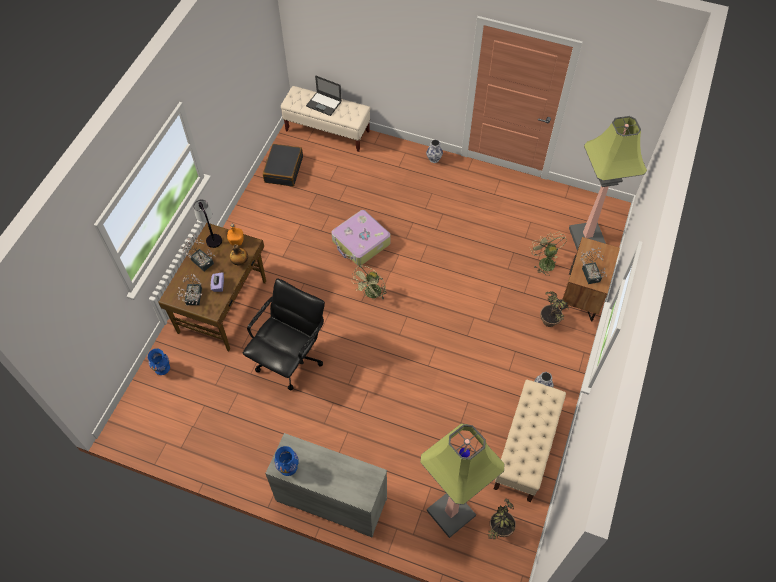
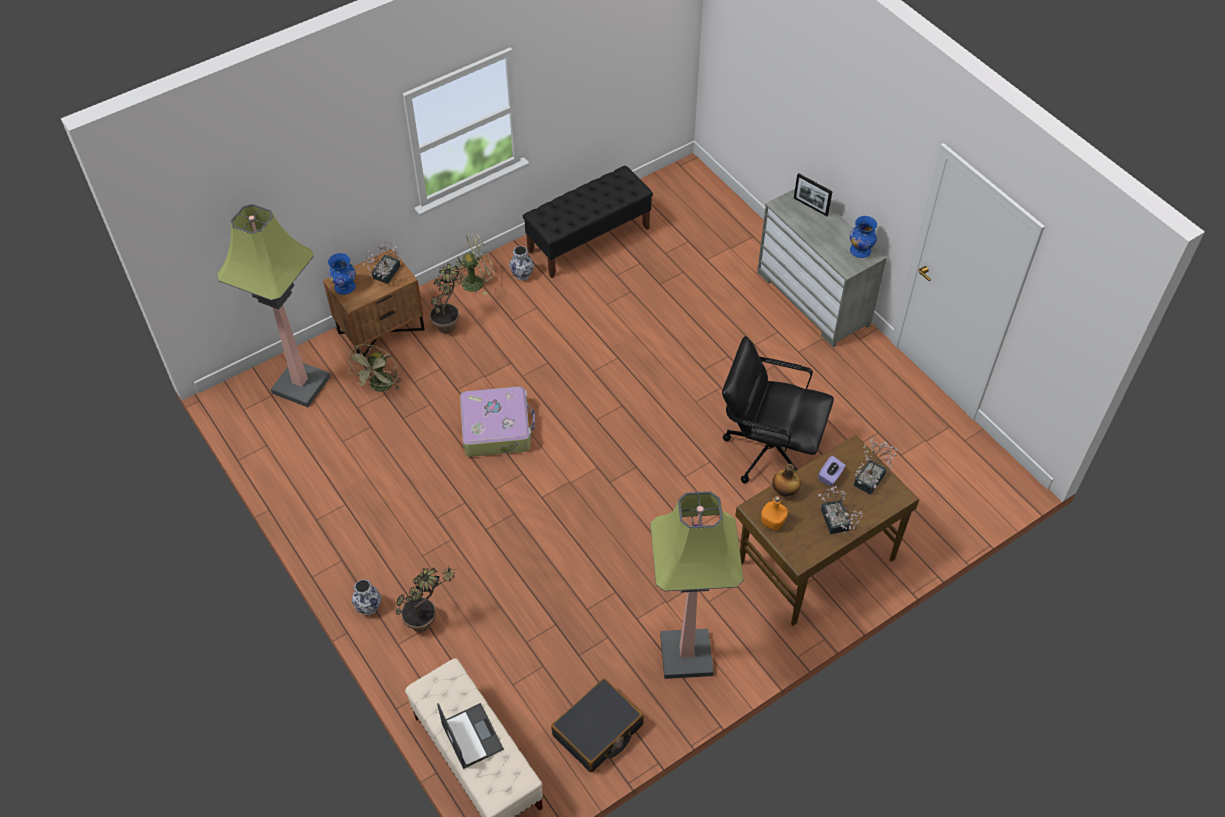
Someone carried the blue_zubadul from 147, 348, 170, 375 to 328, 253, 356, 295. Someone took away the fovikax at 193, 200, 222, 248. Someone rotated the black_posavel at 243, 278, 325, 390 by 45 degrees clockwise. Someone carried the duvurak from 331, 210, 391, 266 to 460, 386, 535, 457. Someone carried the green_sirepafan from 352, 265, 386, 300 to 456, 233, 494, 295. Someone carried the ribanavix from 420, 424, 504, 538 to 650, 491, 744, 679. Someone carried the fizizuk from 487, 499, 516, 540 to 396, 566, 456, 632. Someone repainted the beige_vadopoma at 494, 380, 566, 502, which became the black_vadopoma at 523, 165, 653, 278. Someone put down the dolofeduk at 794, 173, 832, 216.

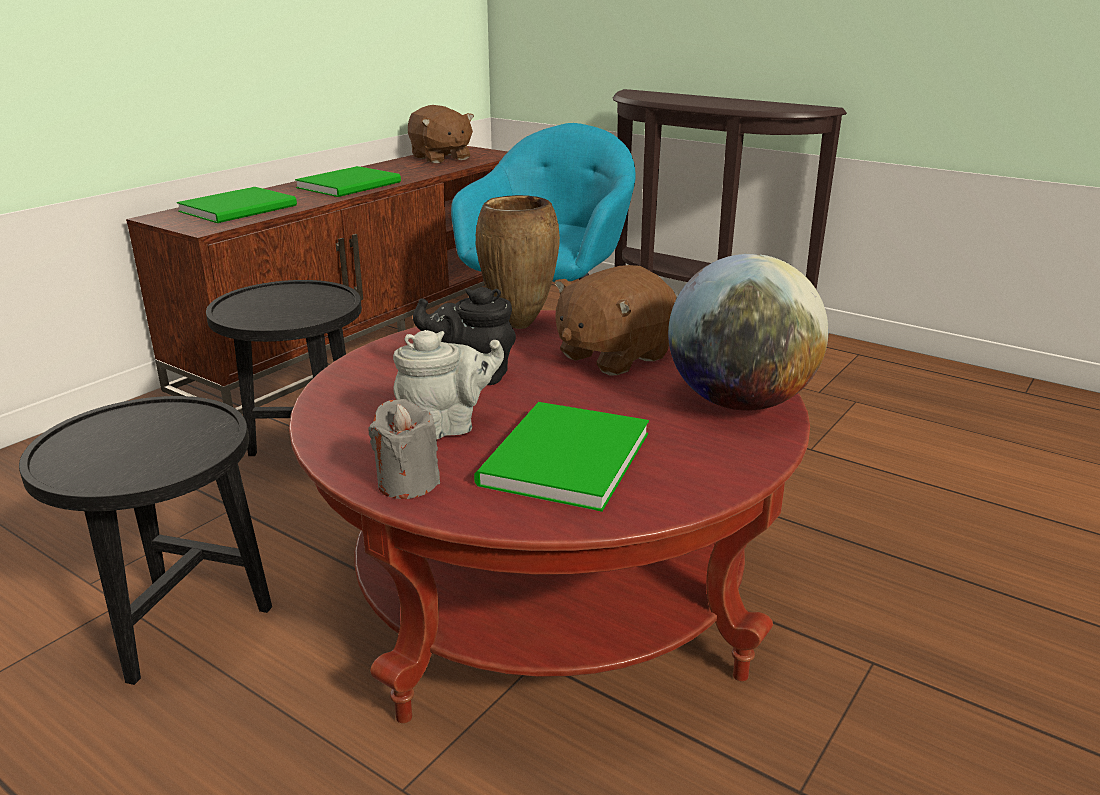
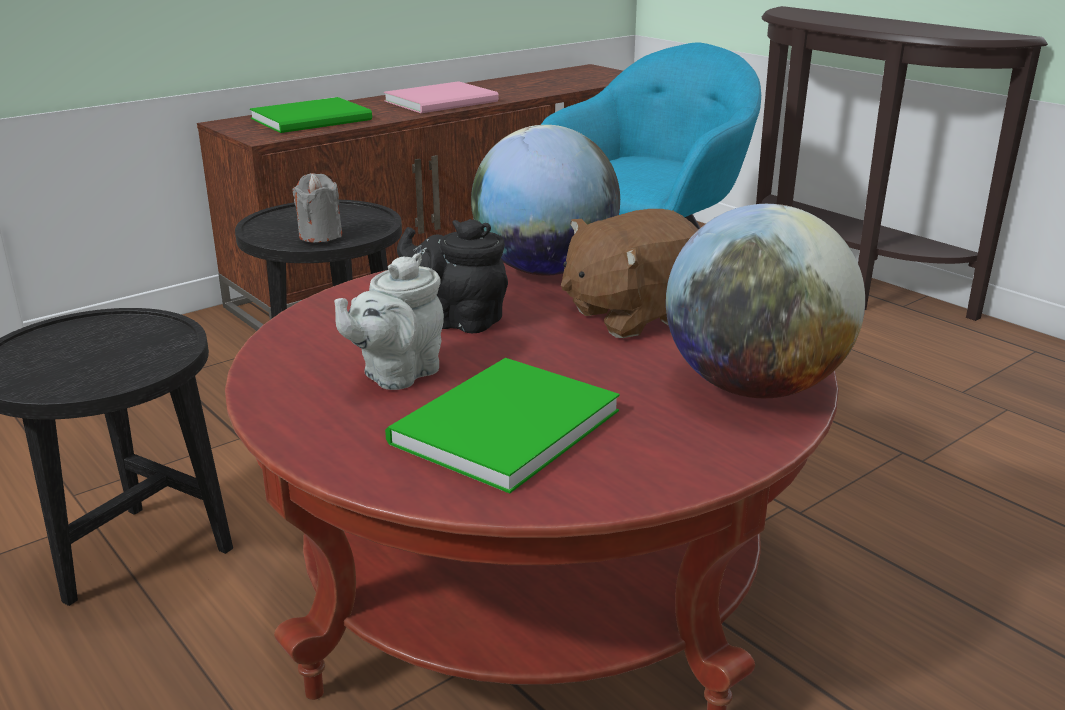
Someone repainted the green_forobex at 295, 166, 401, 197, which became the pink_forobex at 384, 81, 499, 113. Someone carried the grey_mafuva from 369, 399, 440, 499 to 292, 173, 342, 243. Someone rotated the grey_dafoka at 393, 330, 504, 439 by 135 degrees clockwise. Someone took away the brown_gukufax at 408, 105, 474, 163. Someone swapped the brown_zubadul at 476, 195, 560, 329 for the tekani at 471, 125, 620, 276.

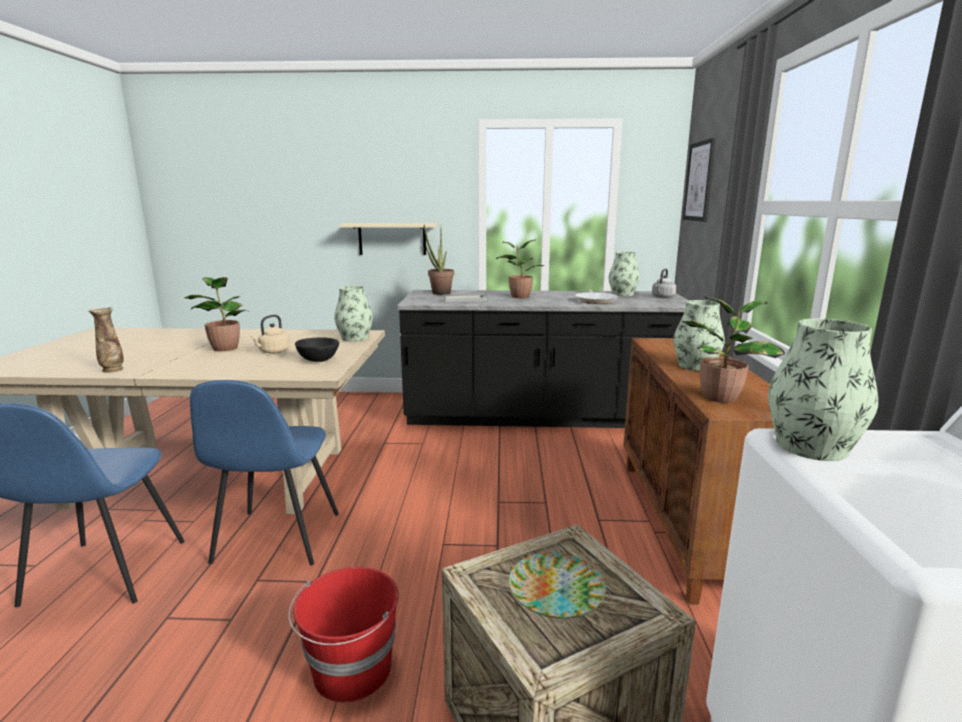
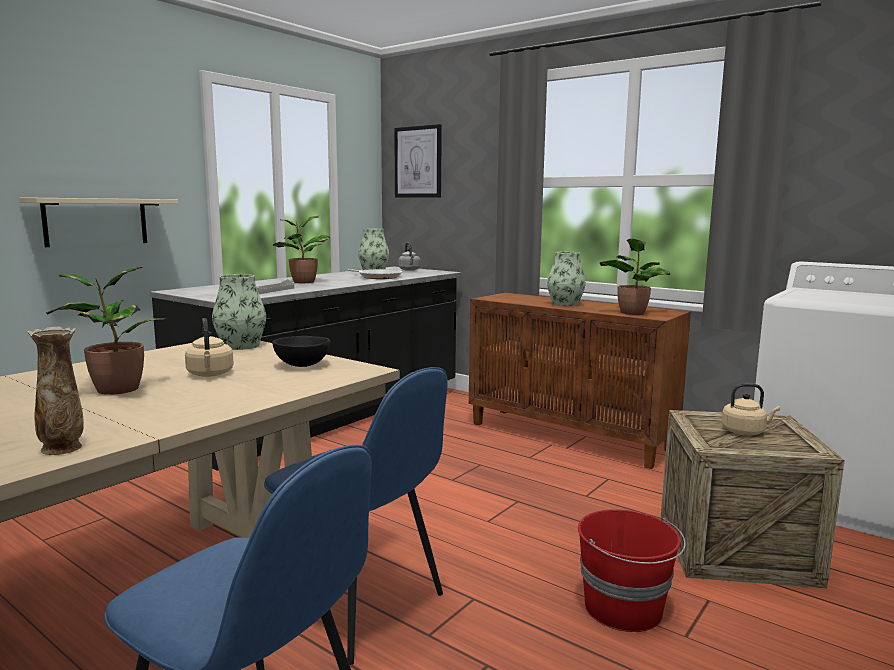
Someone took away the fizizuk at 424, 226, 454, 295. Someone swapped the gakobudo at 509, 552, 606, 619 for the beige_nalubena at 722, 383, 780, 435. Someone took away the zubadul at 768, 319, 878, 461.

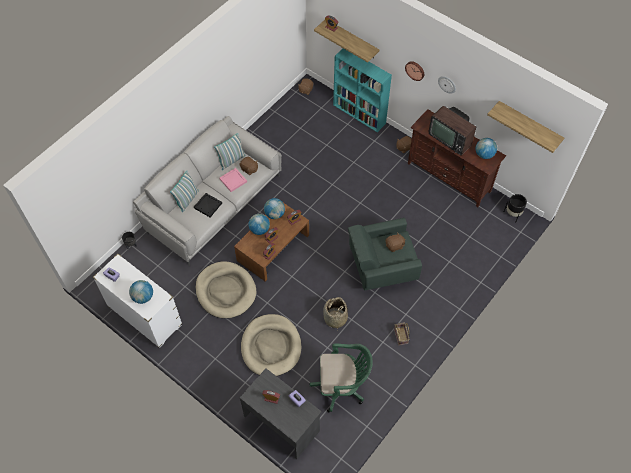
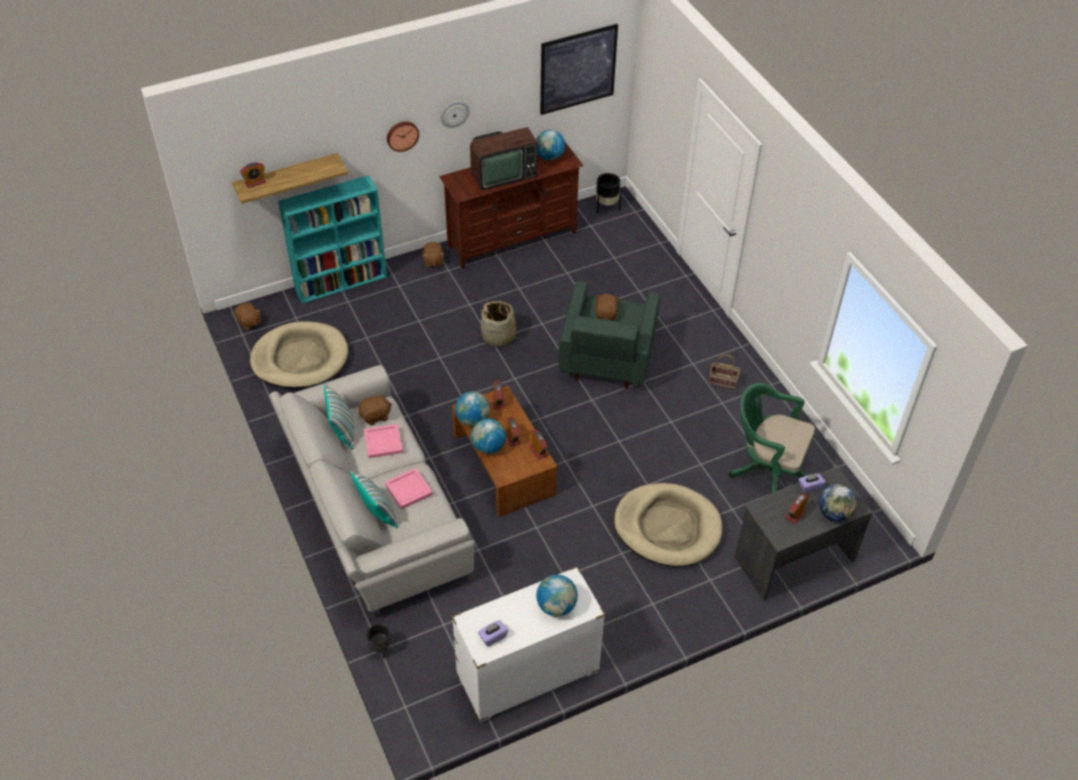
Someone repainted the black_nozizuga at 194, 193, 222, 217, which became the pink_nozizuga at 385, 468, 433, 510. Someone carried the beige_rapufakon from 195, 261, 256, 319 to 250, 321, 348, 389. Someone rotated the green_posavel at 309, 344, 373, 412 by 90 degrees counterclockwise. Someone carried the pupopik from 323, 297, 348, 330 to 479, 301, 521, 347. Someone swapped the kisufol at 487, 101, 564, 153 for the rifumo at 540, 24, 618, 115. Someone put down the tekani at 818, 484, 857, 522.

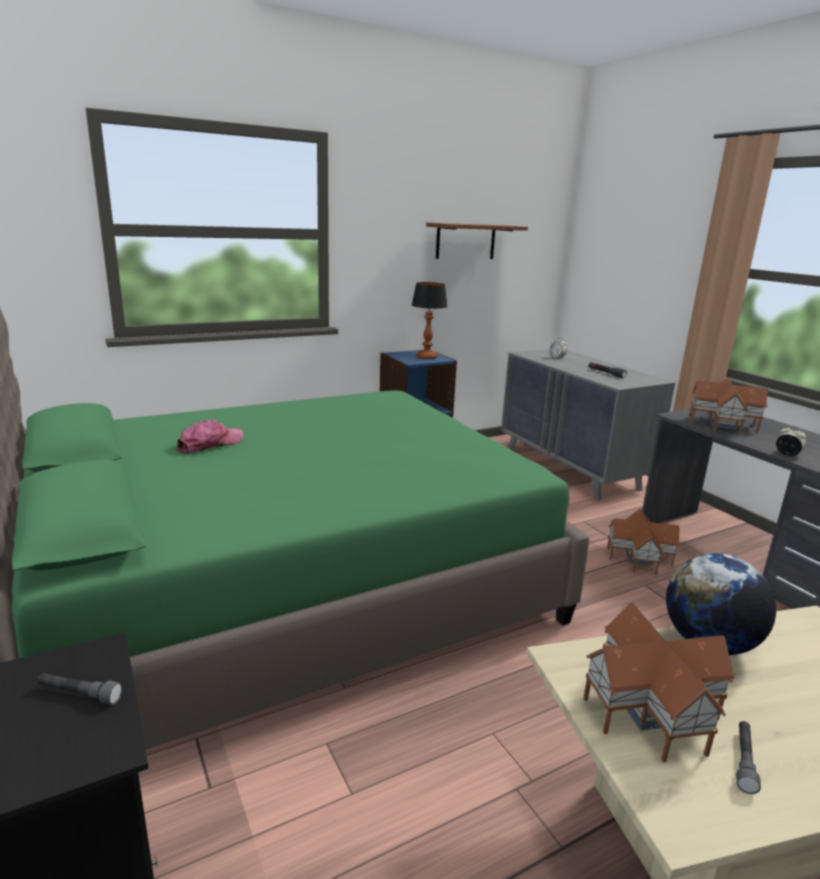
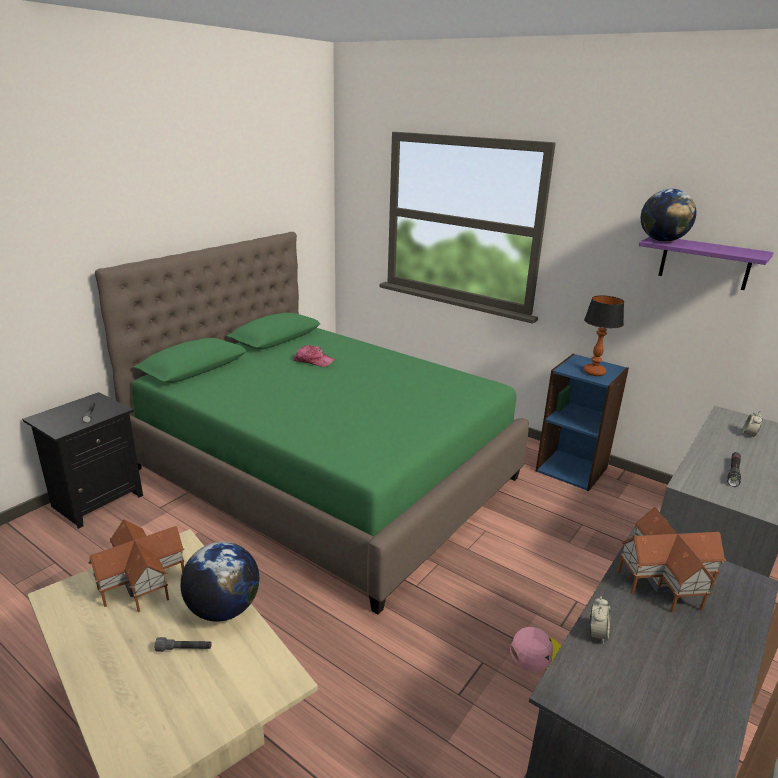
Someone repainted the brown_kisufol at 426, 223, 528, 259, which became the purple_kisufol at 639, 237, 774, 290. Someone swapped the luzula at 607, 509, 680, 575 for the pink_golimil at 510, 627, 561, 672. Someone carried the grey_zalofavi from 736, 721, 761, 794 to 155, 637, 212, 652. Someone put down the tekani at 641, 189, 697, 242.

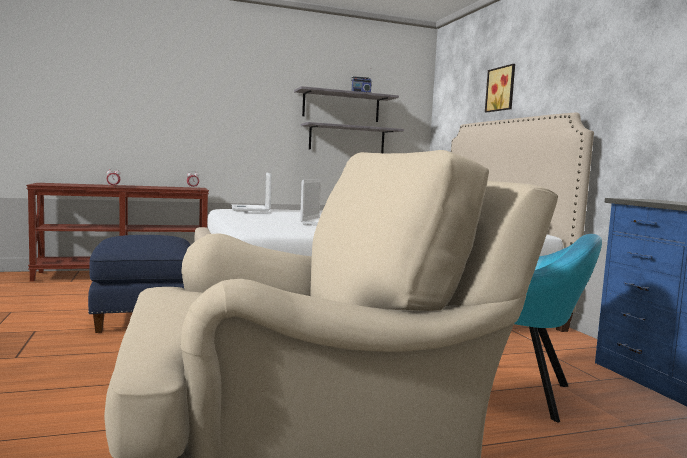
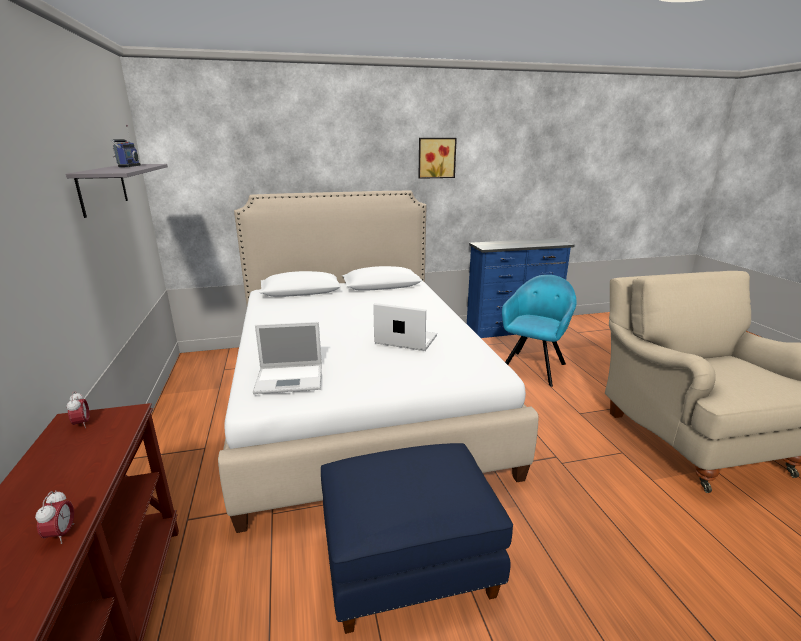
Someone took away the grey_kisufol at 301, 122, 404, 153. Someone carried the rifumo from 485, 64, 515, 112 to 418, 138, 457, 179.

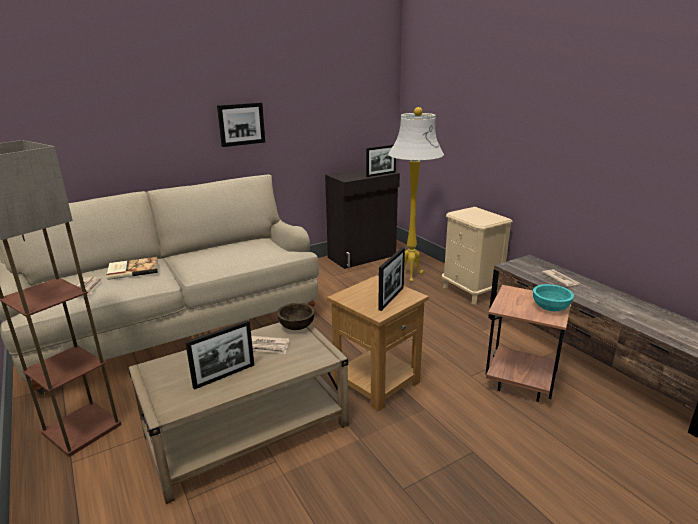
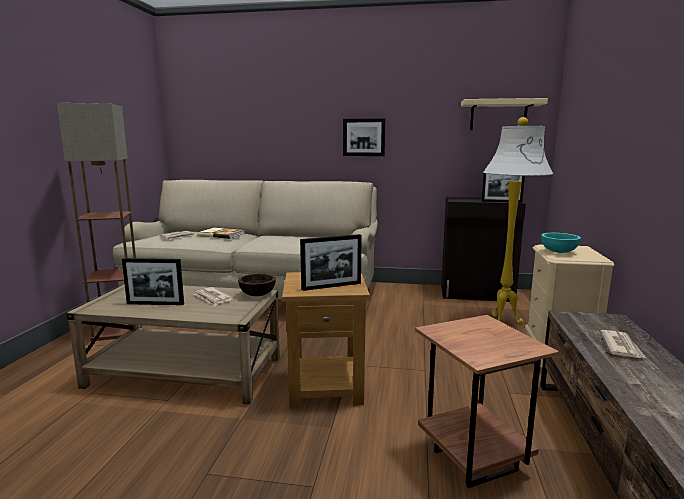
Someone carried the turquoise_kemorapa from 533, 284, 574, 311 to 541, 233, 581, 253. Someone put up the beige_kisufol at 461, 98, 548, 130.

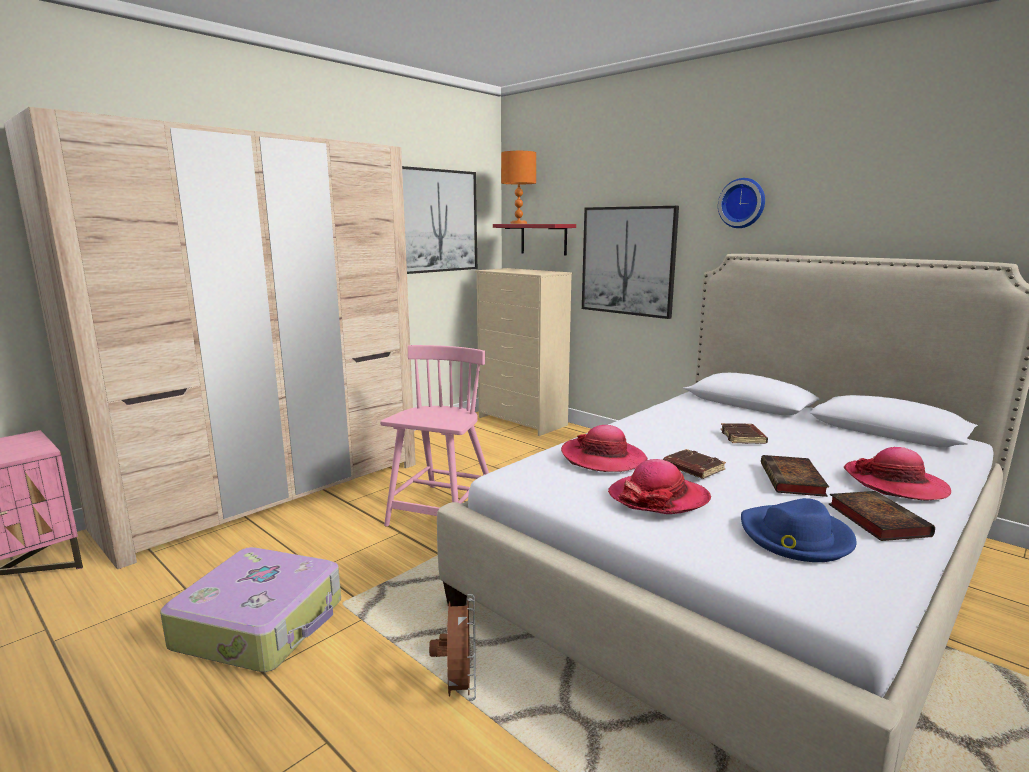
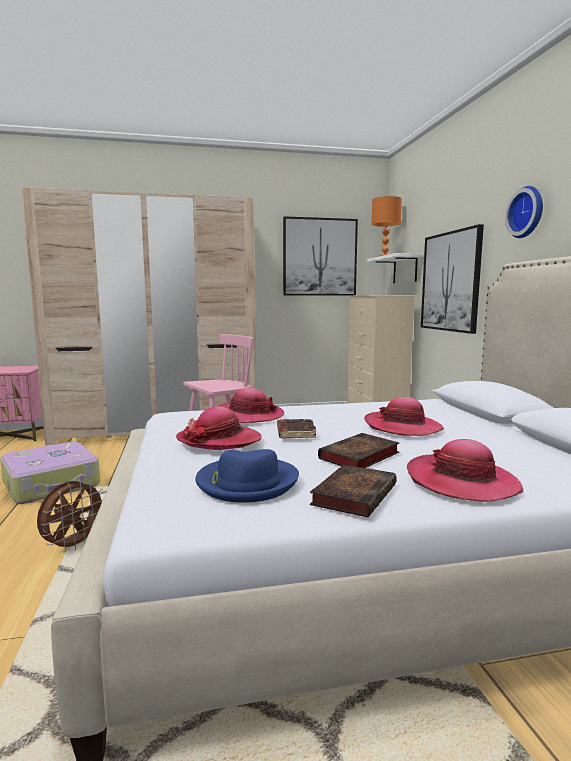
Someone repainted the red_kisufol at 493, 224, 576, 256, which became the white_kisufol at 367, 253, 423, 283. Someone swapped the brown_forobex at 720, 423, 768, 444 for the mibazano at 364, 397, 444, 436.

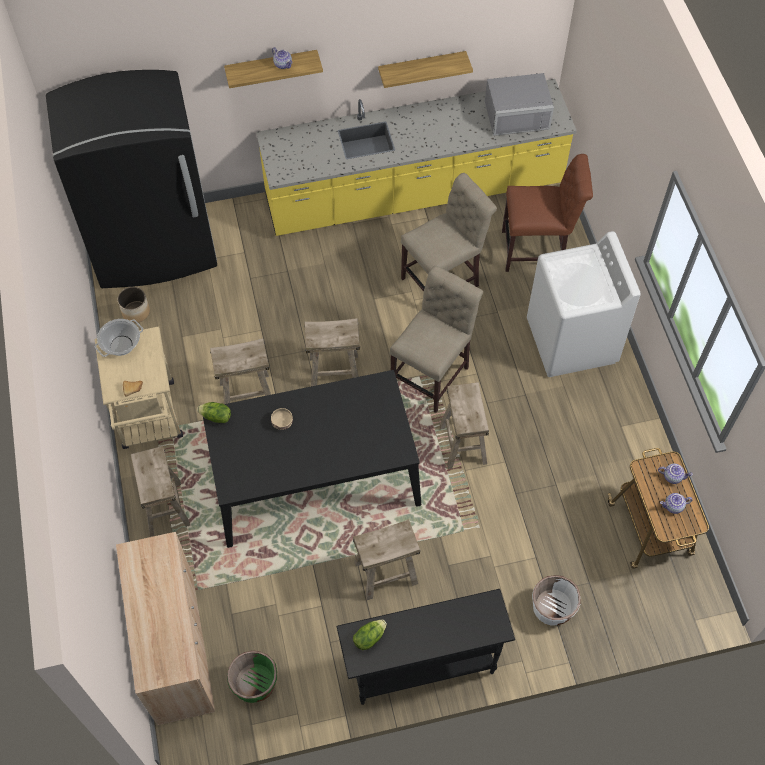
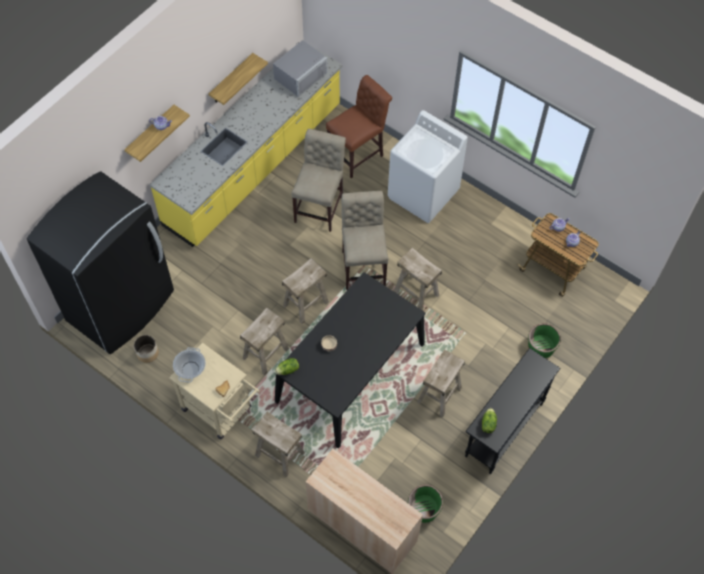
Someone repainted the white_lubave at 532, 575, 581, 626, which became the green_lubave at 528, 323, 561, 358.

